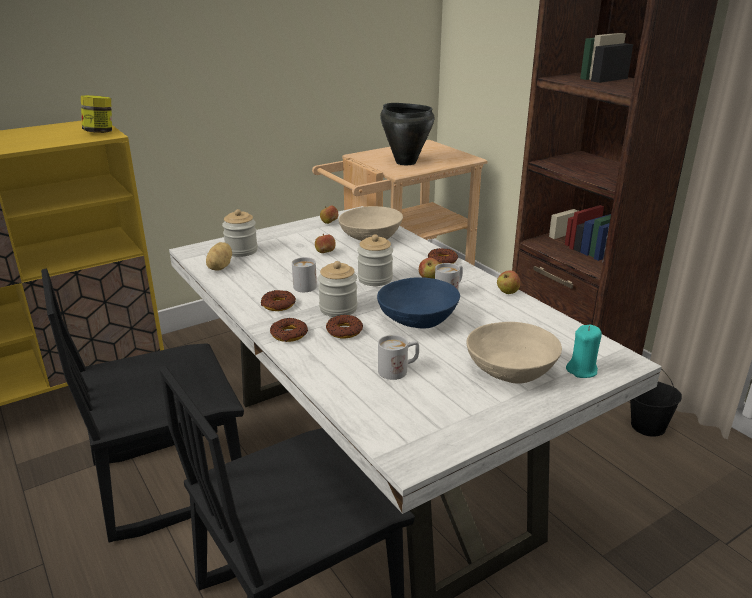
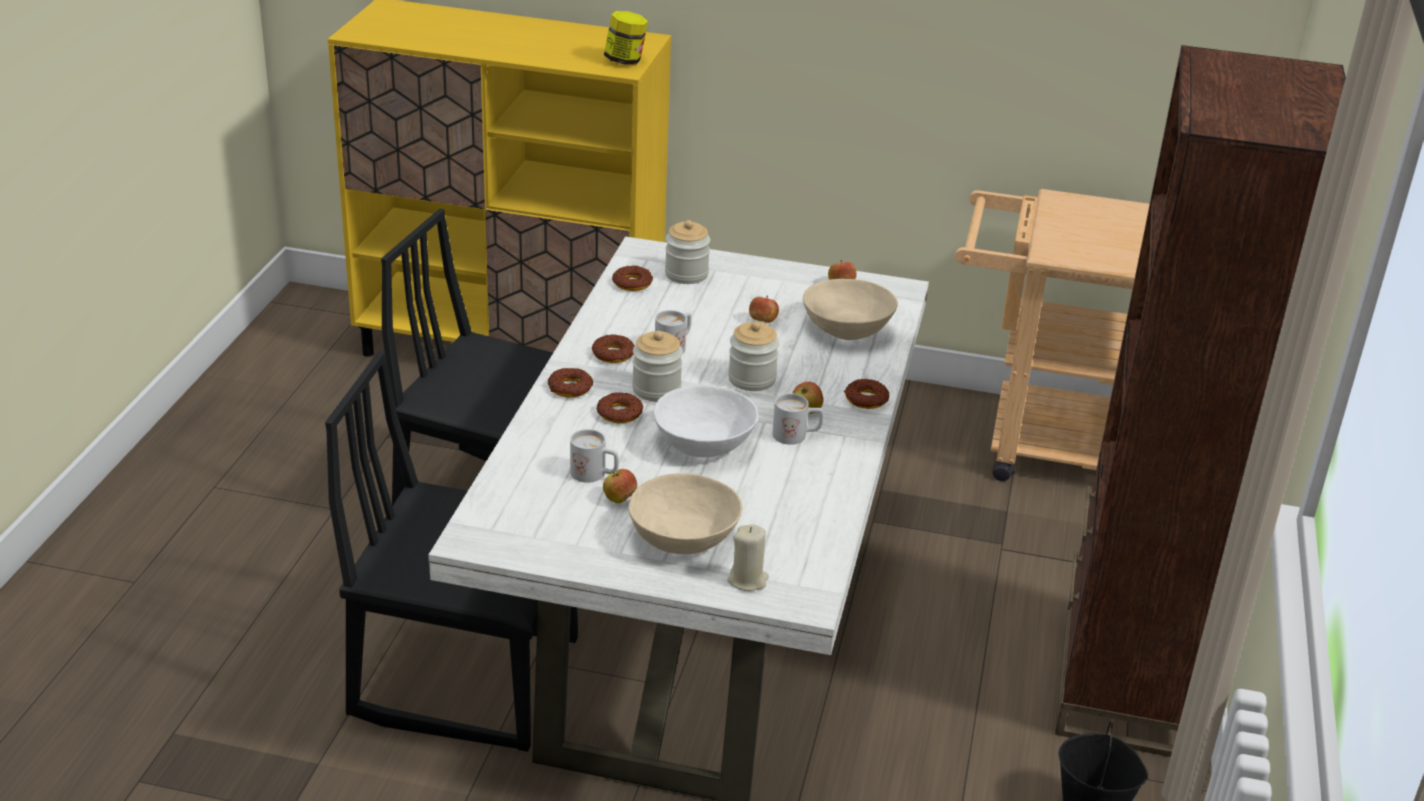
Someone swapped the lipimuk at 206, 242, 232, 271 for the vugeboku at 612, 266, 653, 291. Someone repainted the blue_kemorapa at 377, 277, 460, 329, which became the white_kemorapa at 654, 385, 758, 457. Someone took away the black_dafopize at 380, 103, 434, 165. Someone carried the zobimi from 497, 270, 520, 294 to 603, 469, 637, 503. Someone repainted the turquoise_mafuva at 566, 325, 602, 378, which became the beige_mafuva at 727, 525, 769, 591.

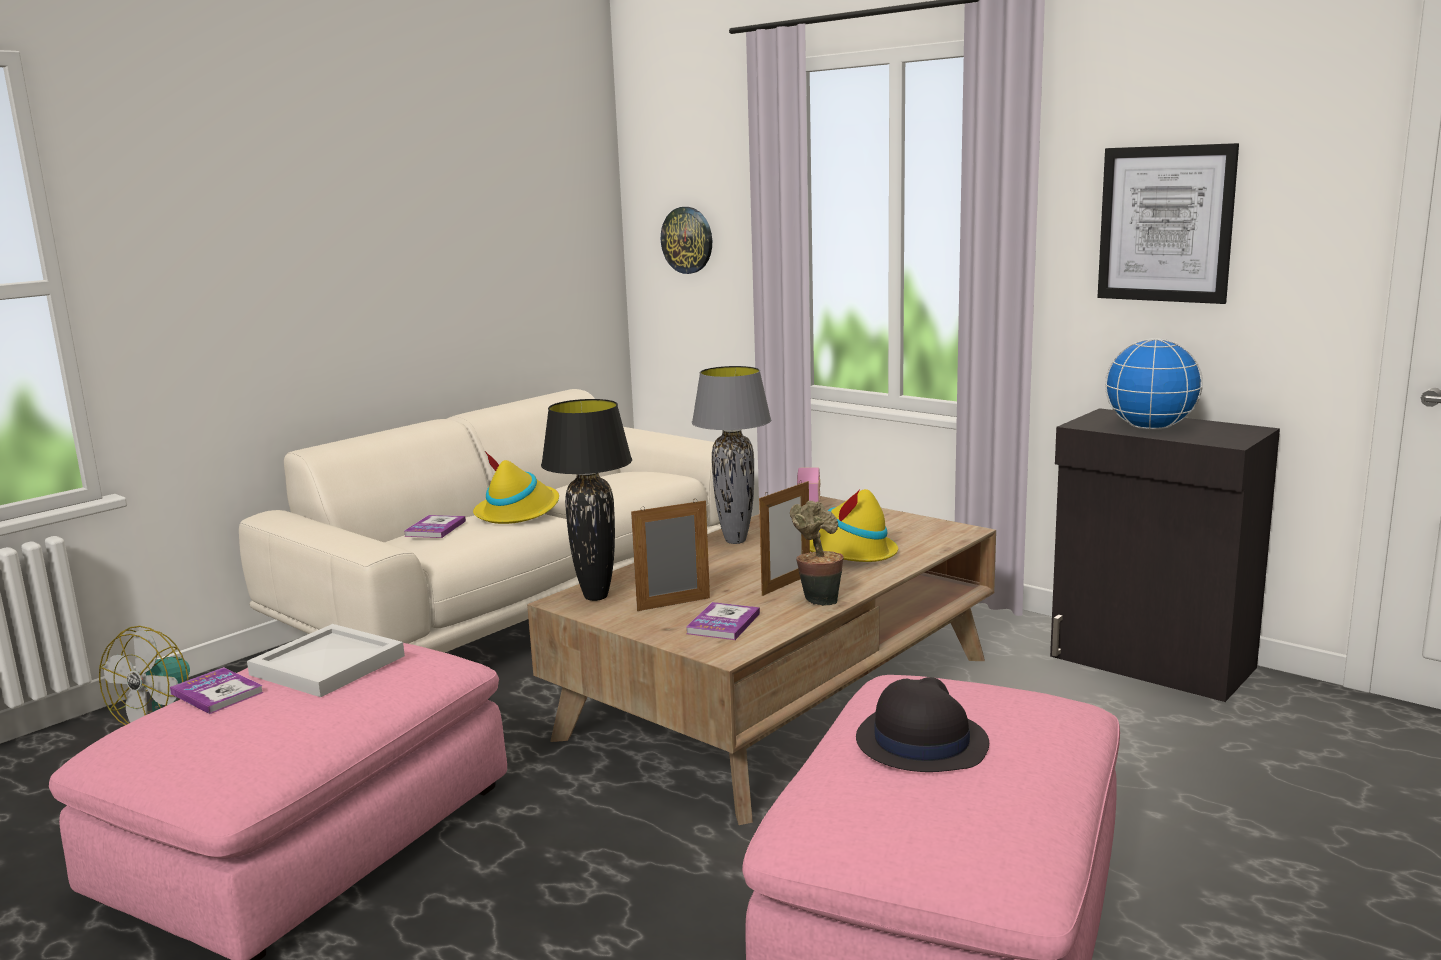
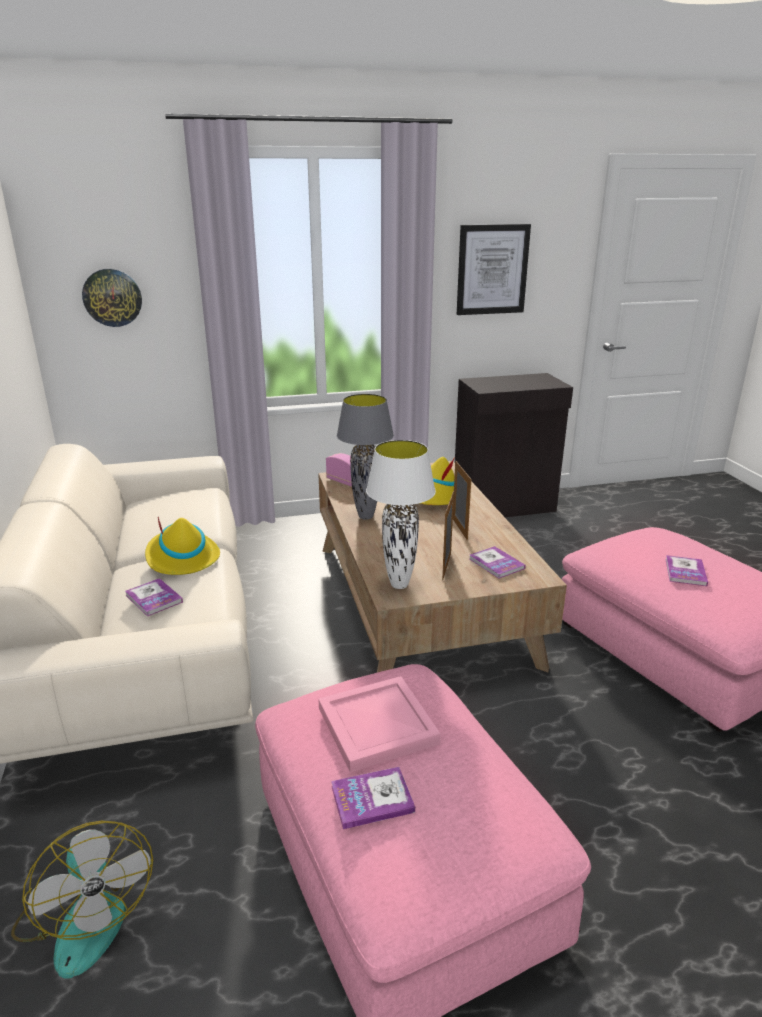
Someone repainted the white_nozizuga at 247, 624, 405, 697, which became the pink_nozizuga at 318, 676, 441, 773. Someone repainted the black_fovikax at 541, 399, 632, 601, which became the white_fovikax at 366, 440, 436, 589. Someone took away the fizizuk at 790, 501, 844, 606. Someone swapped the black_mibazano at 856, 677, 989, 772 for the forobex at 665, 555, 708, 586. Someone took away the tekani at 1105, 338, 1203, 430.

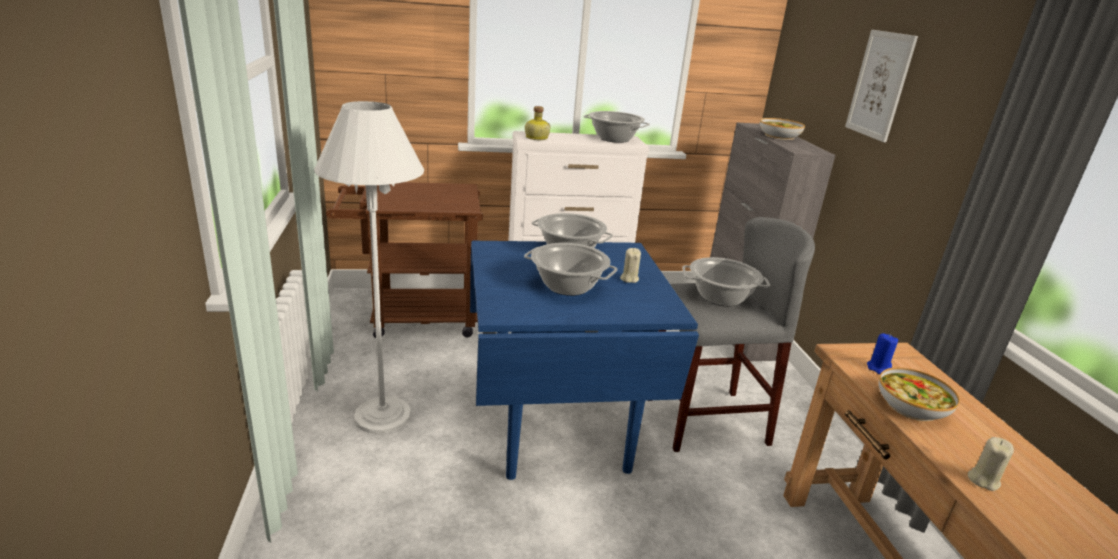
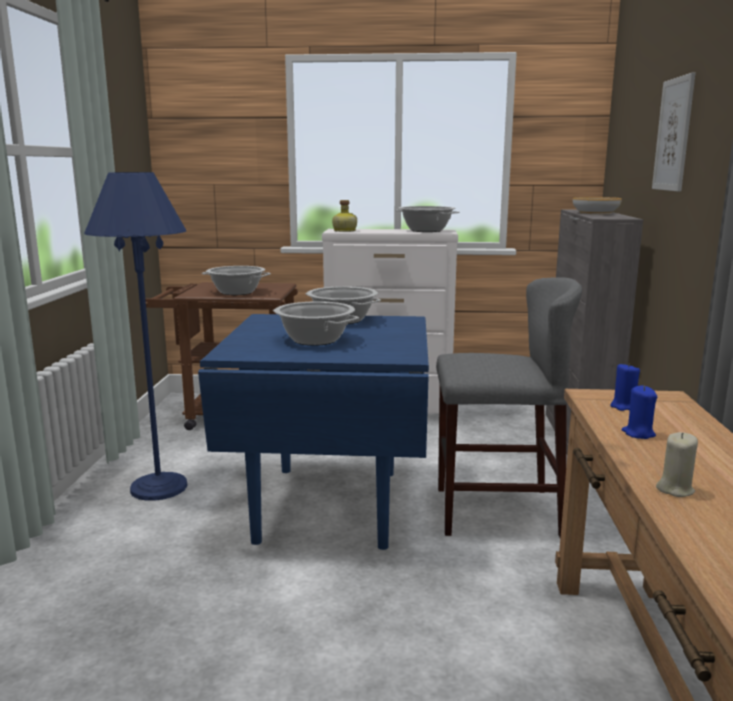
Someone repainted the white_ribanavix at 314, 101, 424, 434, which became the blue_ribanavix at 84, 172, 188, 501. Someone took away the beige_mafuva at 620, 248, 641, 283. Someone carried the dafopize from 682, 257, 770, 306 to 202, 266, 271, 295. Someone swapped the kemorapa at 879, 367, 960, 421 for the blue_mafuva at 622, 386, 657, 439.

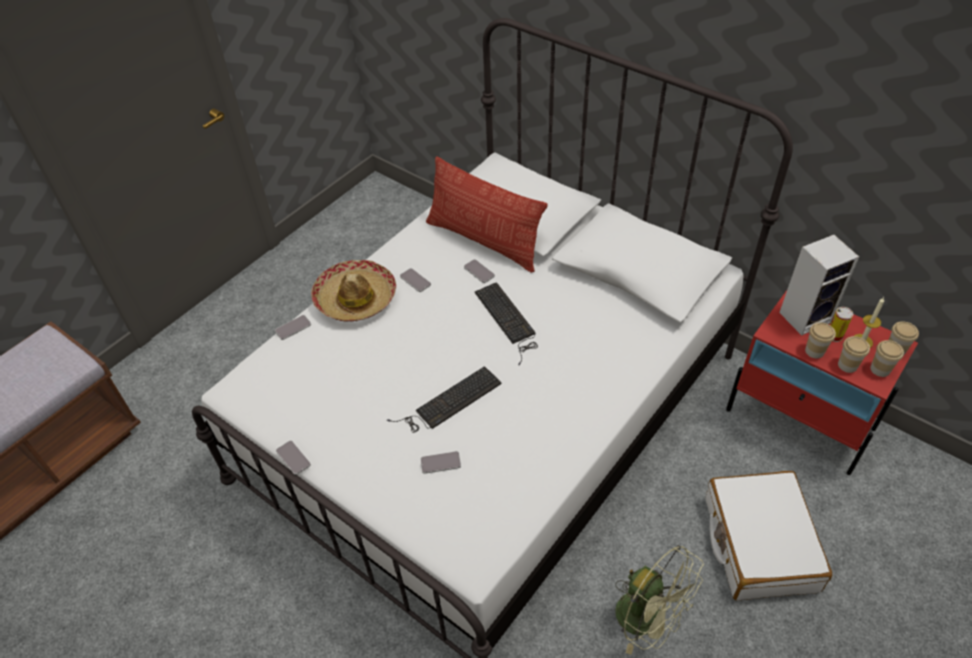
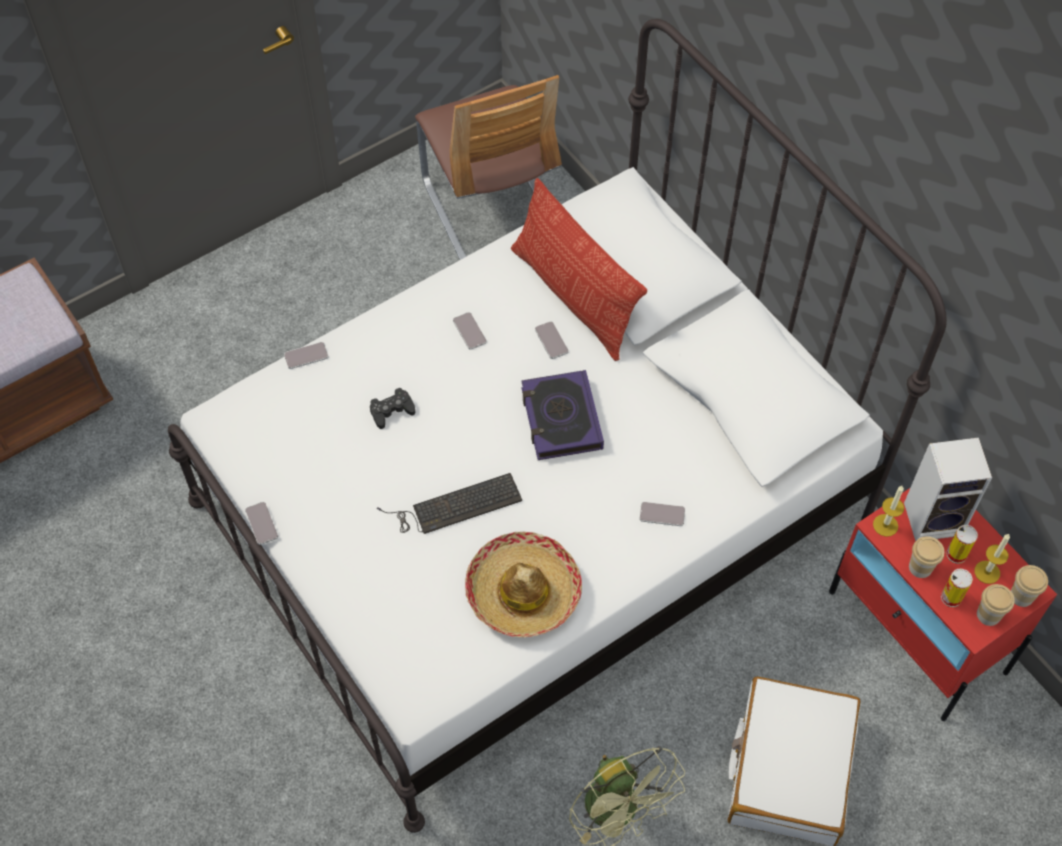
Someone carried the mibazano from 311, 260, 396, 322 to 465, 531, 582, 637. Someone carried the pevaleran from 420, 451, 461, 474 to 639, 502, 685, 526. Someone swapped the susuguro at 475, 282, 538, 365 for the forobex at 521, 370, 604, 460. Someone swapped the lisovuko at 838, 336, 870, 373 for the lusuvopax at 941, 569, 973, 607. Someone put down the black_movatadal at 370, 388, 415, 429. Someone put down the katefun at 415, 75, 562, 260. Someone put down the mafuva at 873, 486, 904, 537.

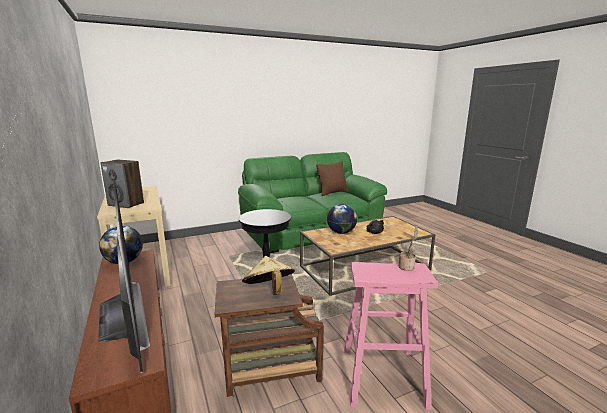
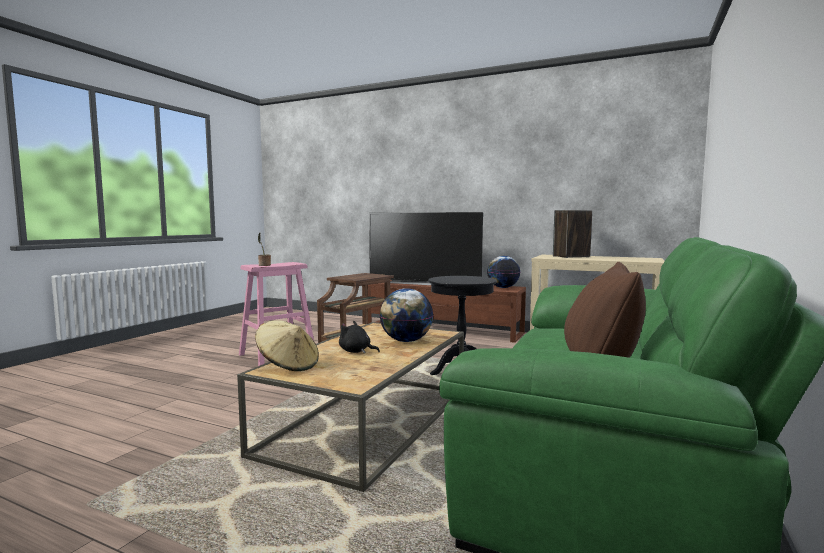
Someone carried the beige_mibazano from 242, 256, 295, 295 to 255, 320, 319, 371.

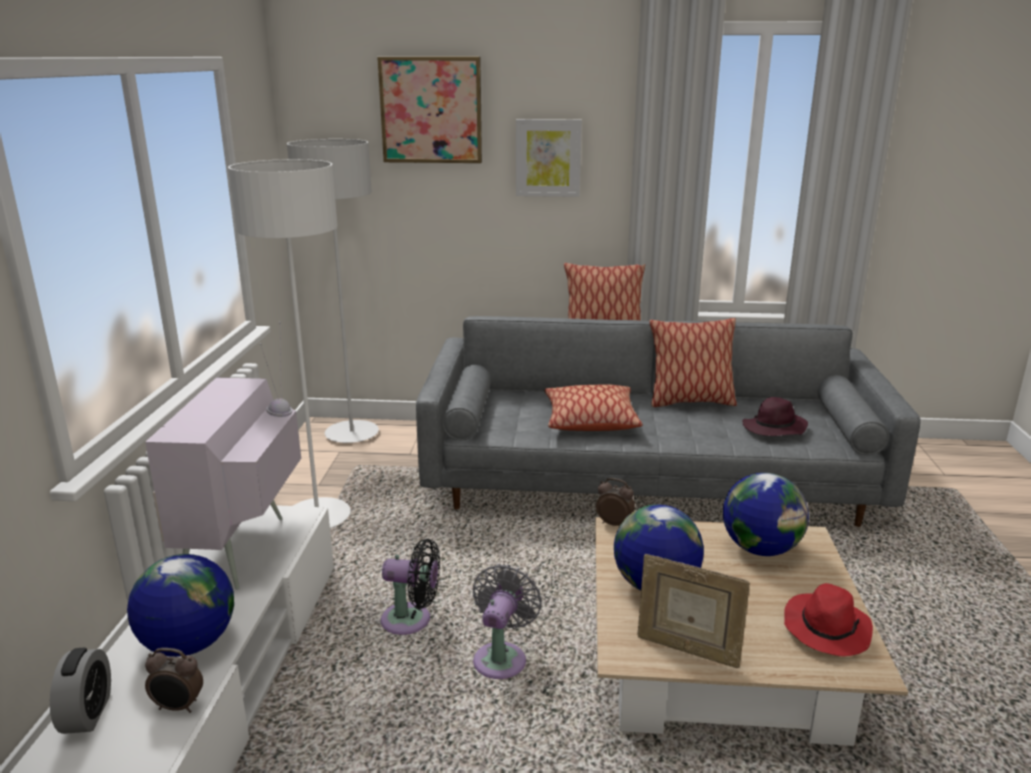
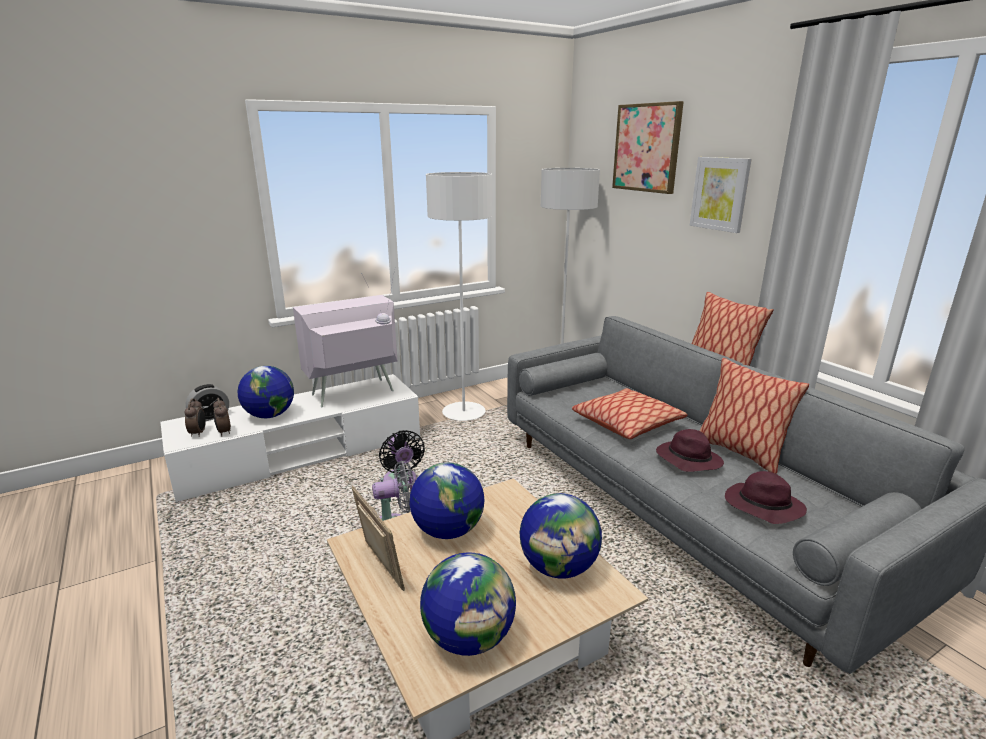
Someone carried the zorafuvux from 596, 478, 635, 526 to 185, 398, 206, 437. Someone rotated the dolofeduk at 637, 554, 750, 668 by 150 degrees clockwise. Someone swapped the red_mibazano at 784, 583, 873, 656 for the tekani at 420, 553, 516, 656. Someone put down the purple_mibazano at 656, 429, 724, 472.

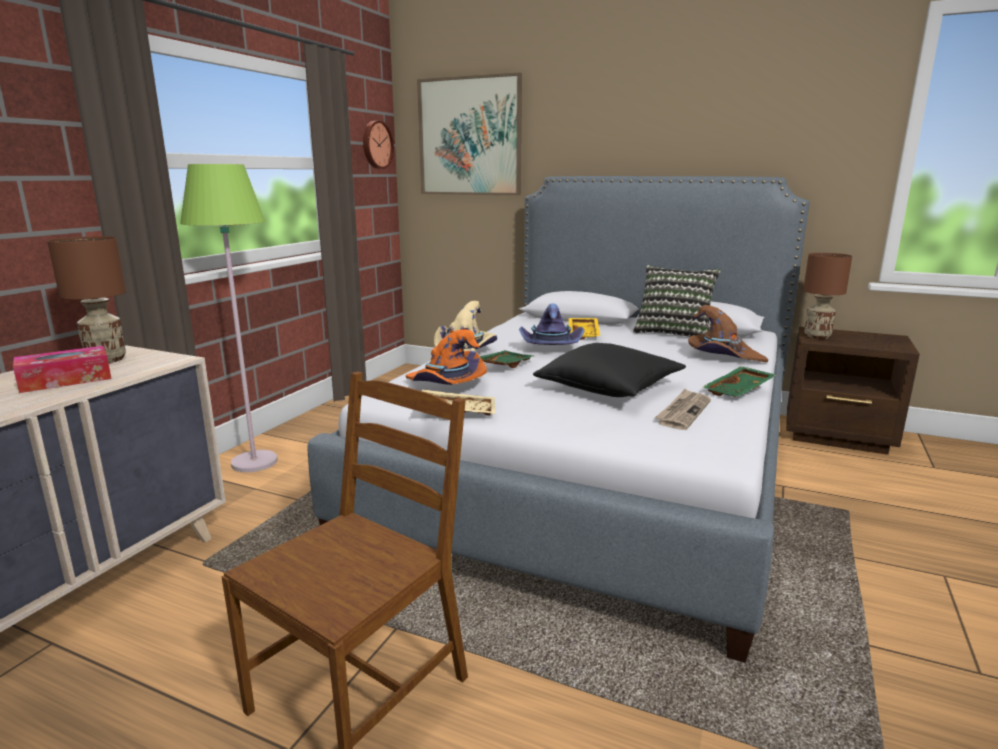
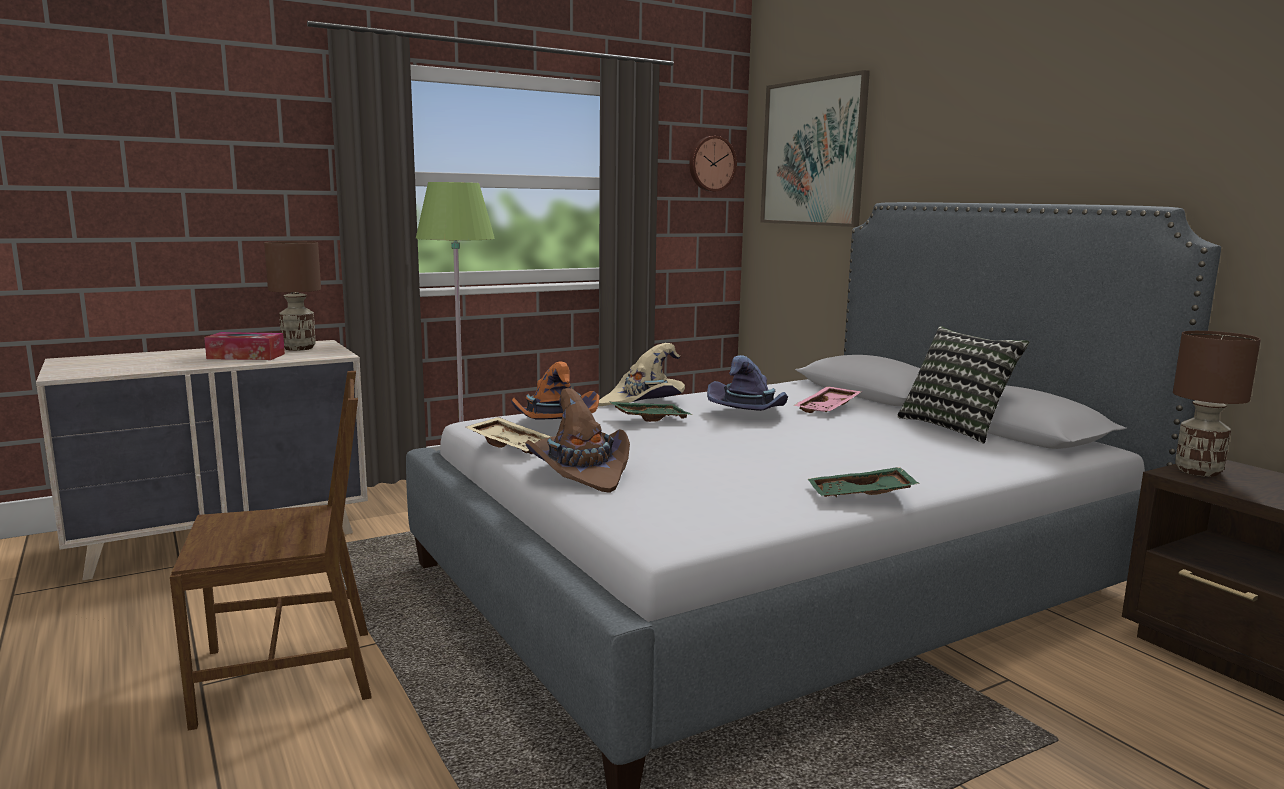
Someone took away the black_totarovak at 533, 343, 686, 397. Someone repainted the yellow_nozizuga at 569, 318, 600, 340, which became the pink_nozizuga at 793, 386, 862, 413. Someone took away the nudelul at 655, 389, 711, 430. Someone carried the brown_mibazano from 688, 305, 768, 362 to 525, 388, 630, 493.

